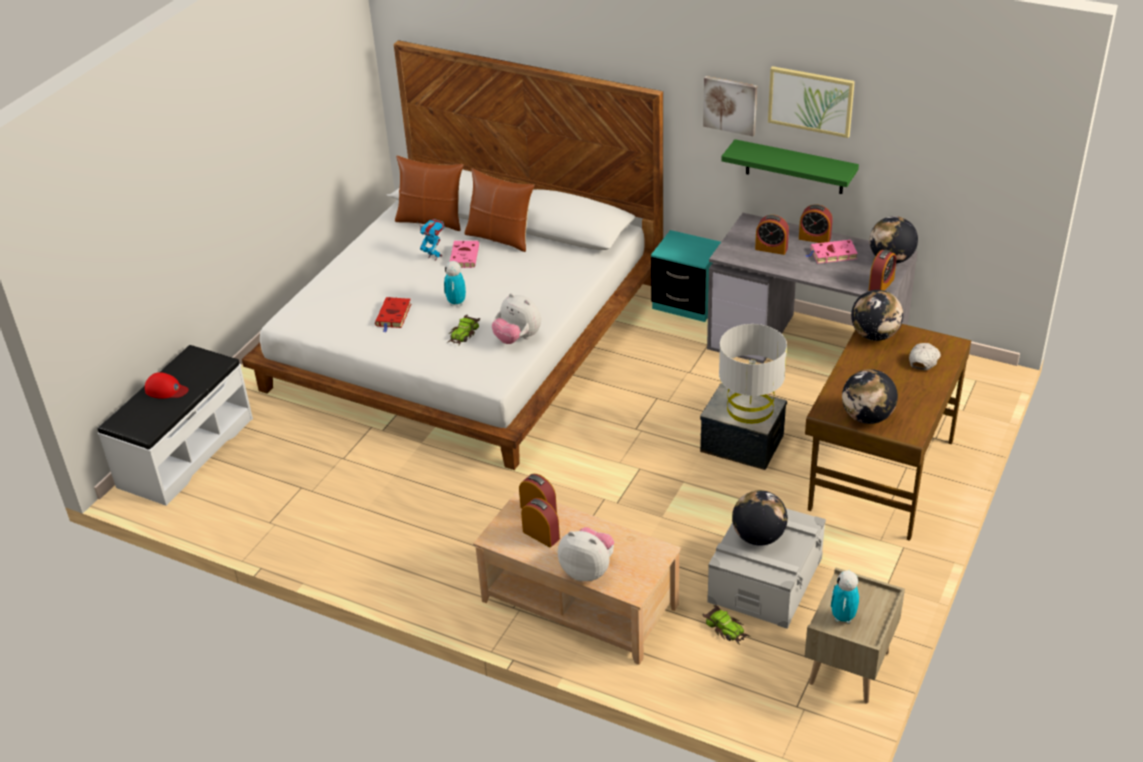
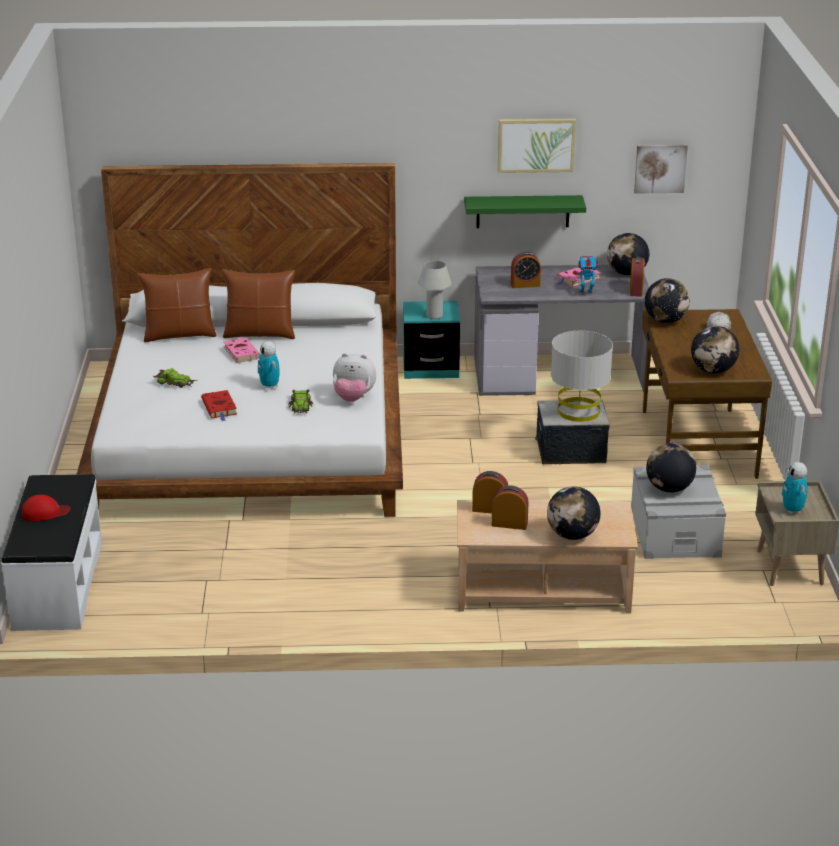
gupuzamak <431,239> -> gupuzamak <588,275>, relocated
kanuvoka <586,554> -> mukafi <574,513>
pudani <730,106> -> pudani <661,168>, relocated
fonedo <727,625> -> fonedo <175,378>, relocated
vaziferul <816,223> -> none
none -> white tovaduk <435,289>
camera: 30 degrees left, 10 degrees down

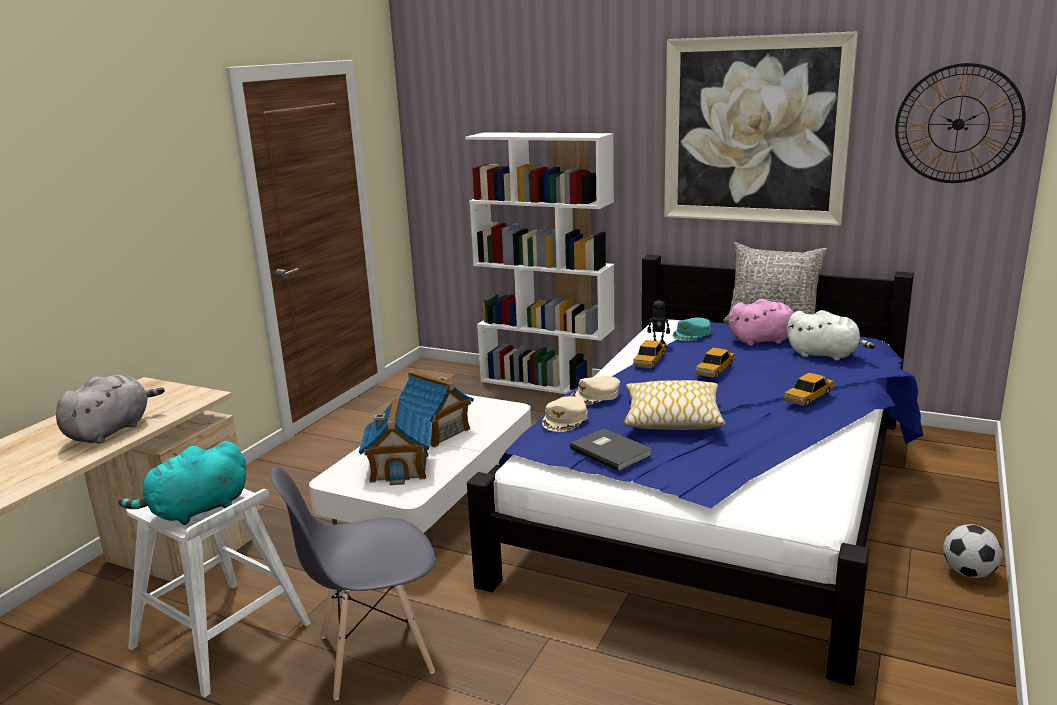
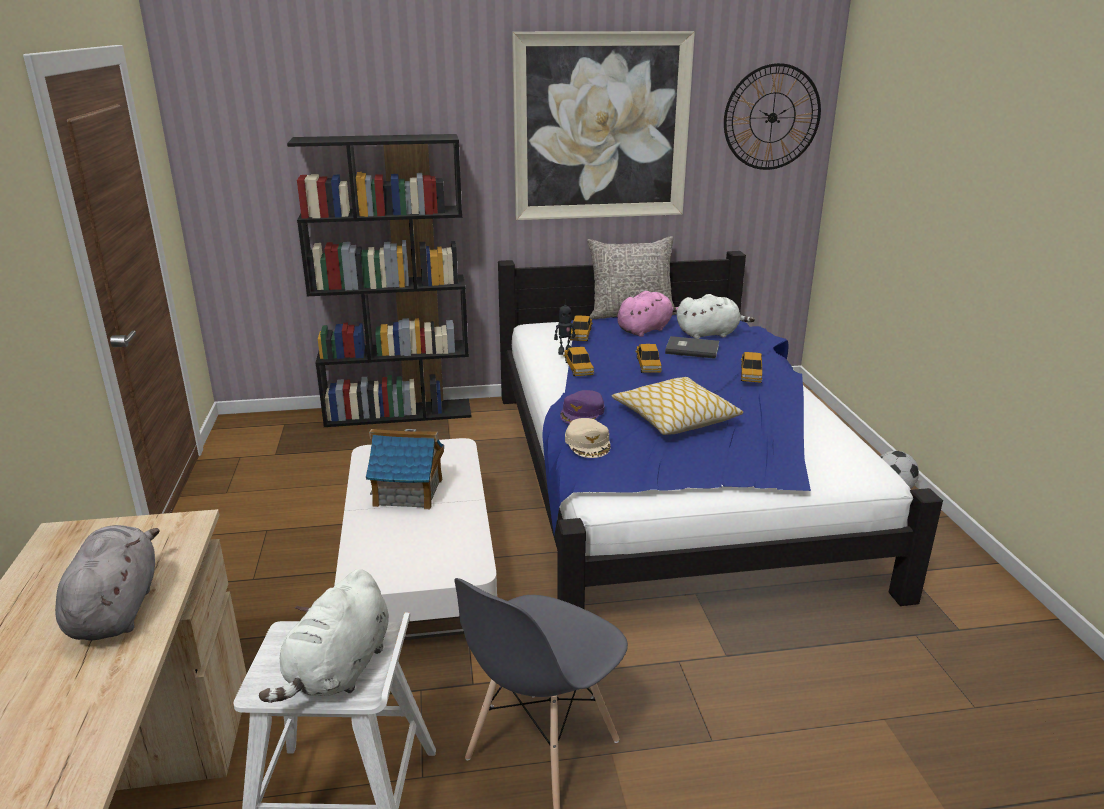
turquoise kanuvoka <182,483> -> white kanuvoka <324,636>
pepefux <395,441> -> none
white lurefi <540,263> -> black lurefi <379,280>
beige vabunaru <595,390> -> purple vabunaru <582,407>
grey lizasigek <611,449> -> grey lizasigek <692,347>, relocated
turquoise vabunaru <691,329> -> fonedo <581,328>
camera: 35 degrees left, 5 degrees up

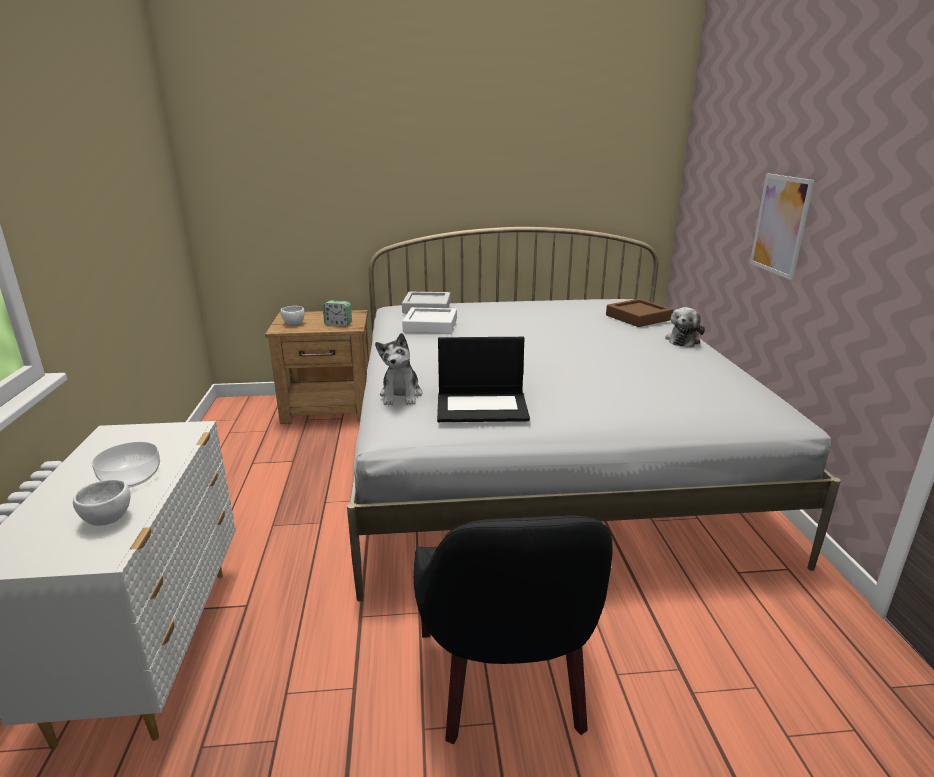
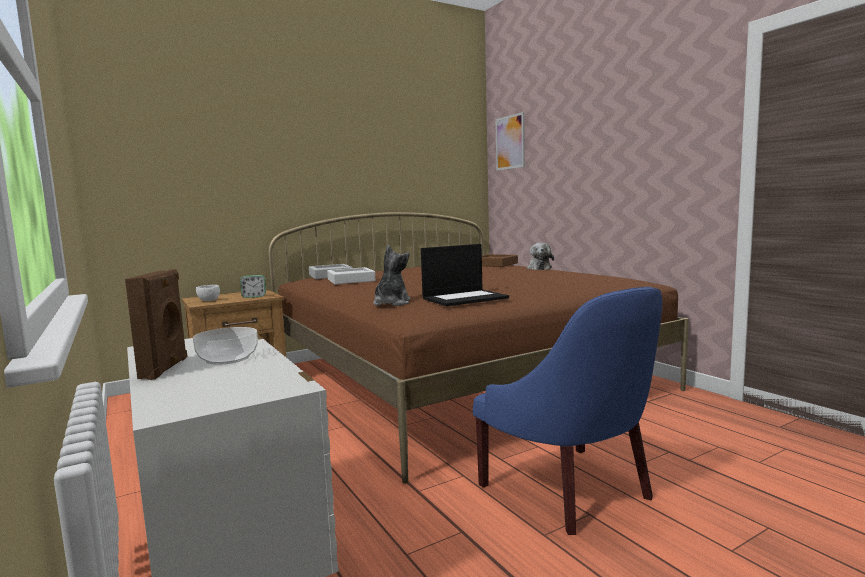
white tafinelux <101,502> -> none
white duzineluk <594,414> -> brown duzineluk <478,347>
kanuvoka <399,369> -> kanuvoka <392,275>, 135 degrees counterclockwise
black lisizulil <513,629> -> blue lisizulil <567,411>
pudani <782,227> -> pudani <510,141>, relocated
none -> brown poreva <156,324>
camera: 25 degrees left, 15 degrees down

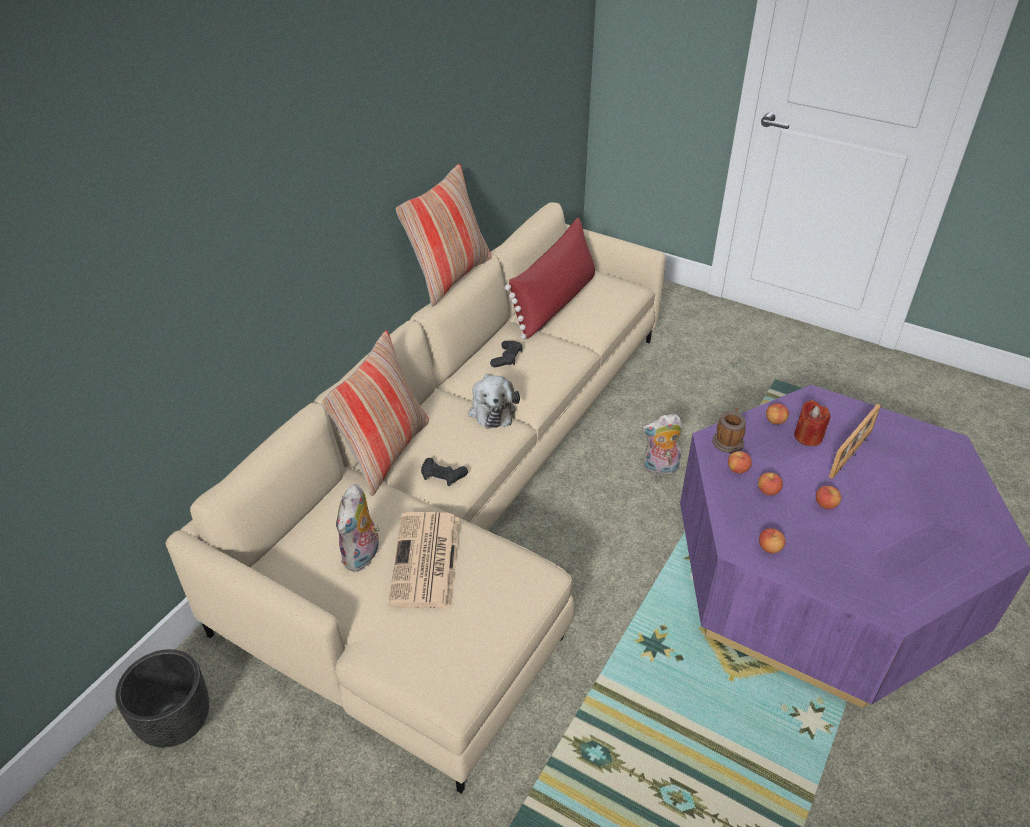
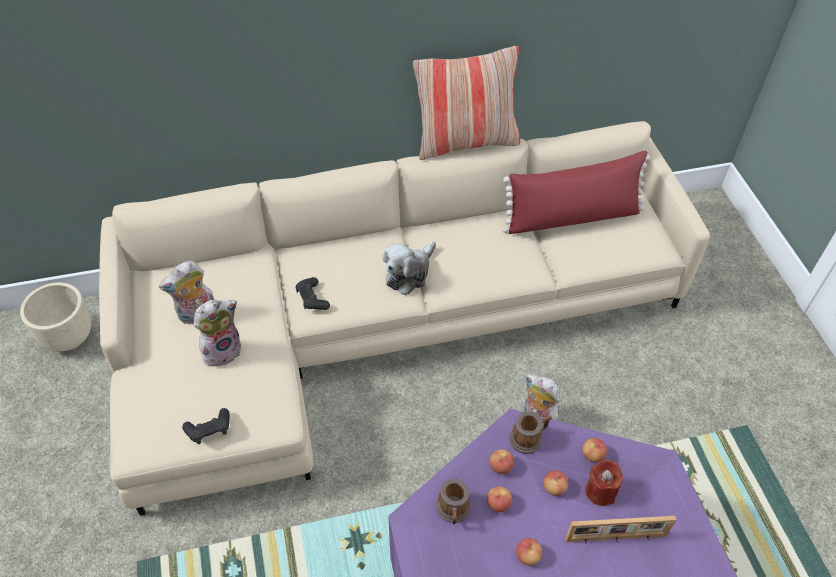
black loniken <162,698> -> beige loniken <55,317>
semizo <375,413> -> none
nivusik <423,560> -> kanuvoka <217,333>
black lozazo <506,354> -> black lozazo <206,426>, relocated
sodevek <772,540> -> sodevek <556,483>, relocated
none -> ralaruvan <453,501>
camera: 45 degrees right, 10 degrees up

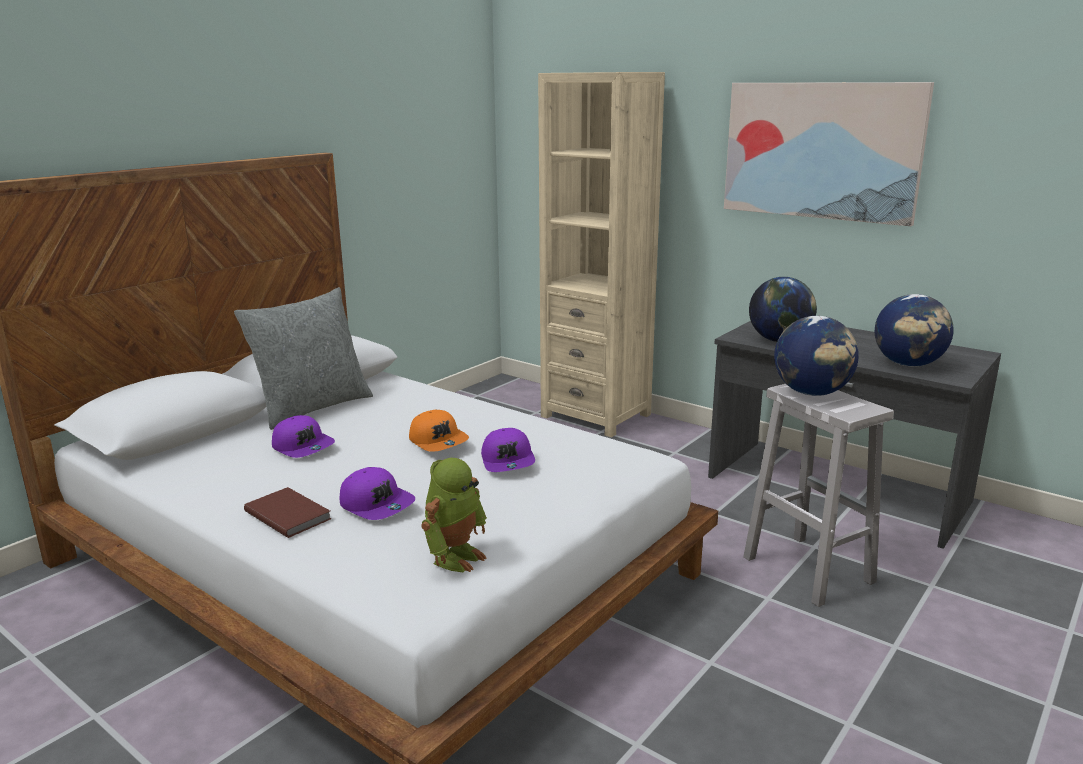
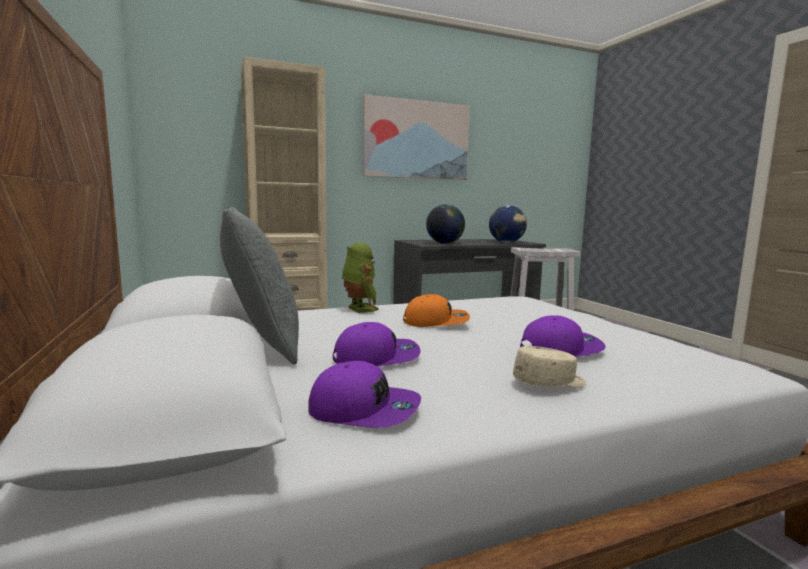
brown lizasigek <287,512> -> beige vabunaru <549,367>
gupuzamak <454,515> -> gupuzamak <360,277>, relocated
purple vabunaru <508,450> -> purple vabunaru <364,394>, relocated
mukafi <816,356> -> none
camera: 60 degrees left, 10 degrees down

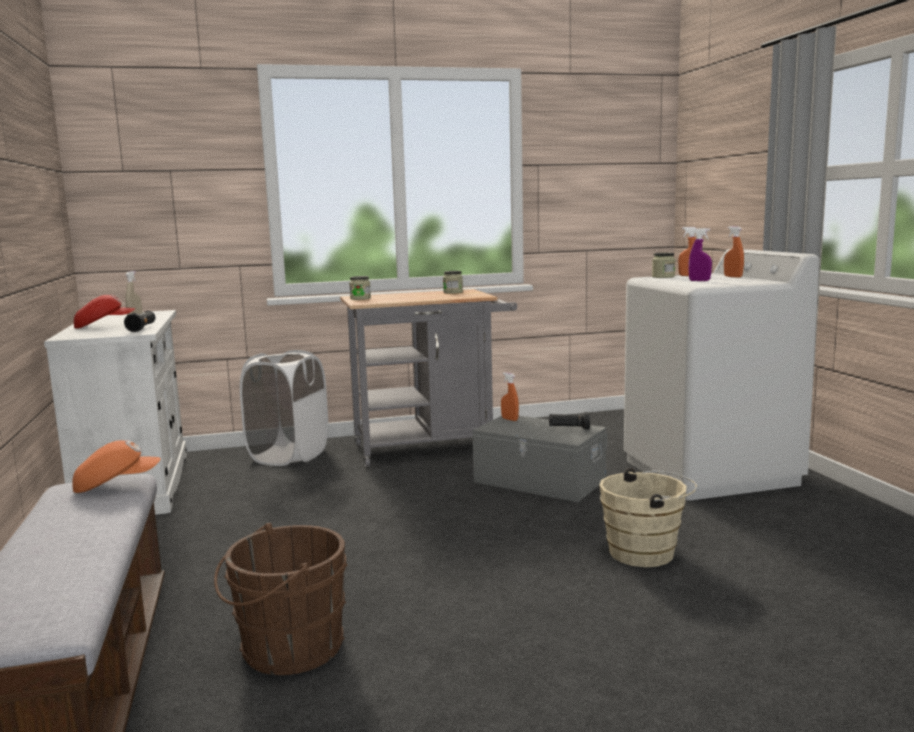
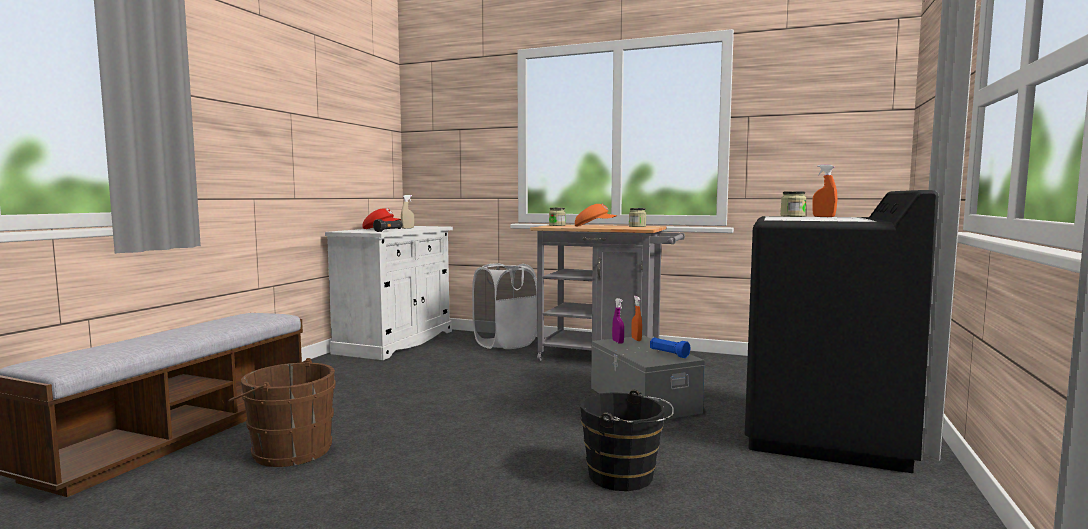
orange vabunaru <116,466> -> orange vabunaru <596,215>, relocated
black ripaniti <569,420> -> blue ripaniti <670,347>
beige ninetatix <648,517> -> black ninetatix <627,440>
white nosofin <721,375> -> black nosofin <842,331>
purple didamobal <700,254> -> purple didamobal <618,320>, relocated
orange didamobal <734,252> -> none
camera: 35 degrees right, 5 degrees down

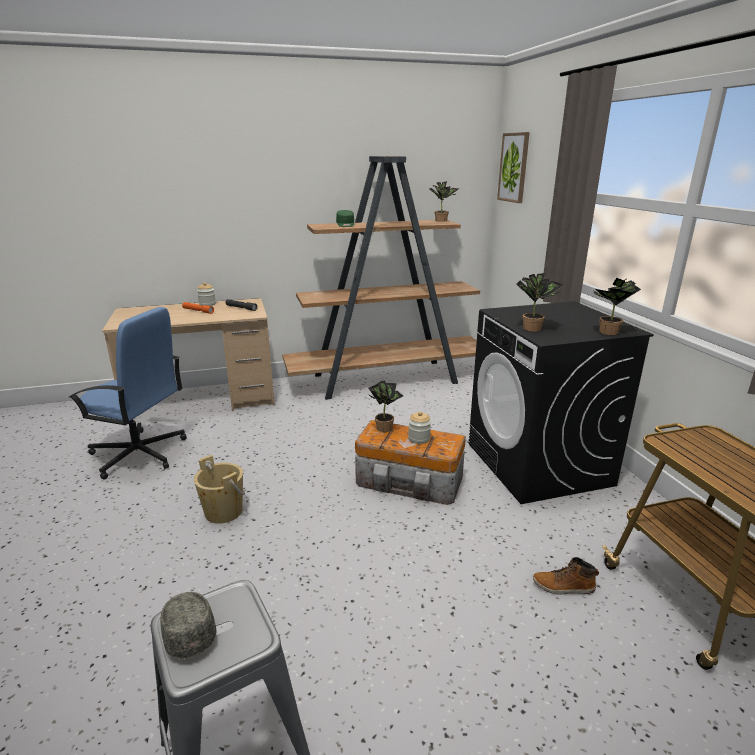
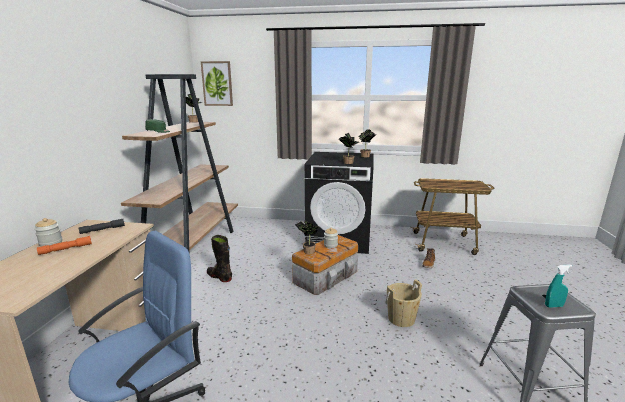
grey vabunaru <188,625> -> turquoise didamobal <558,286>
beige ninetatix <219,489> -> beige ninetatix <403,303>, relocated
none -> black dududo <219,258>
camera: 65 degrees left, 5 degrees down

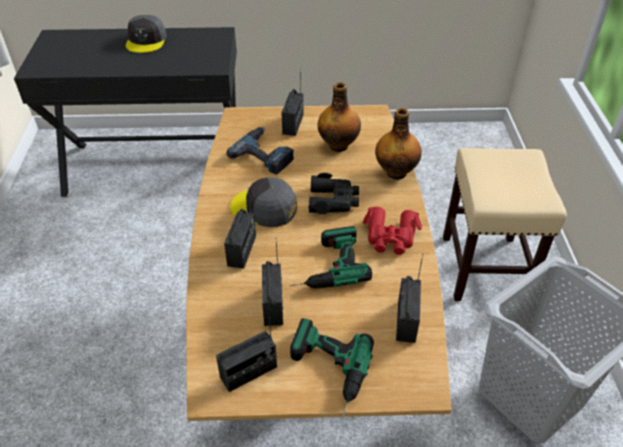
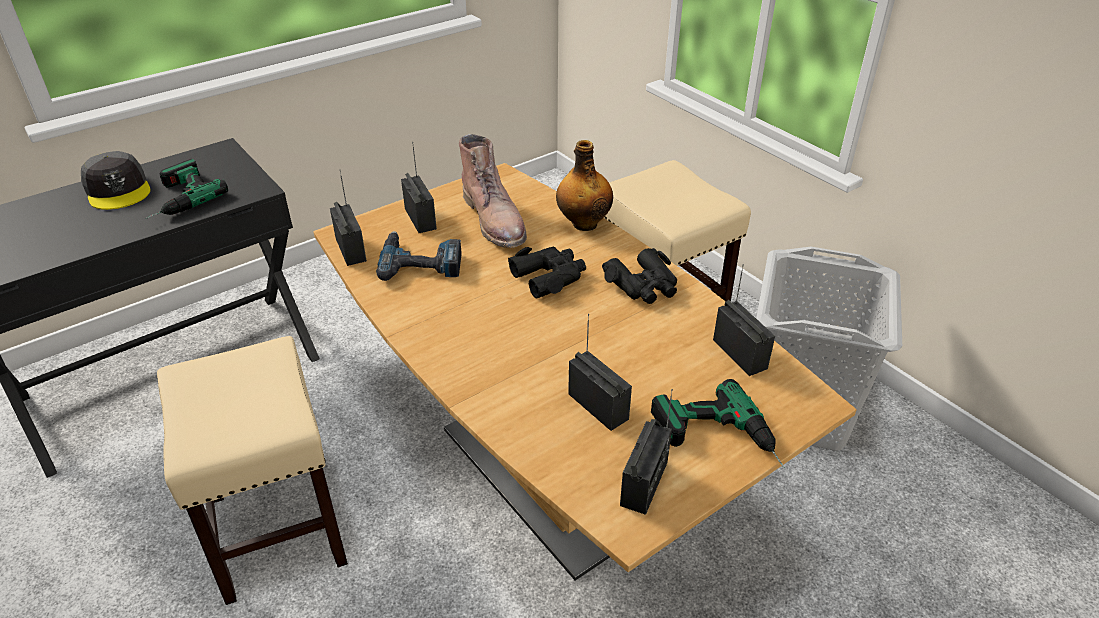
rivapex <240,228> -> rivapex <348,218>, relocated
grey vabunaru <263,202> -> none
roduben <331,257> -> roduben <187,189>, relocated
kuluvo <339,117> -> brown dududo <493,191>
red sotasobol <392,231> -> black sotasobol <639,276>
none -> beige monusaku <252,470>
camera: 35 degrees left, 5 degrees down

